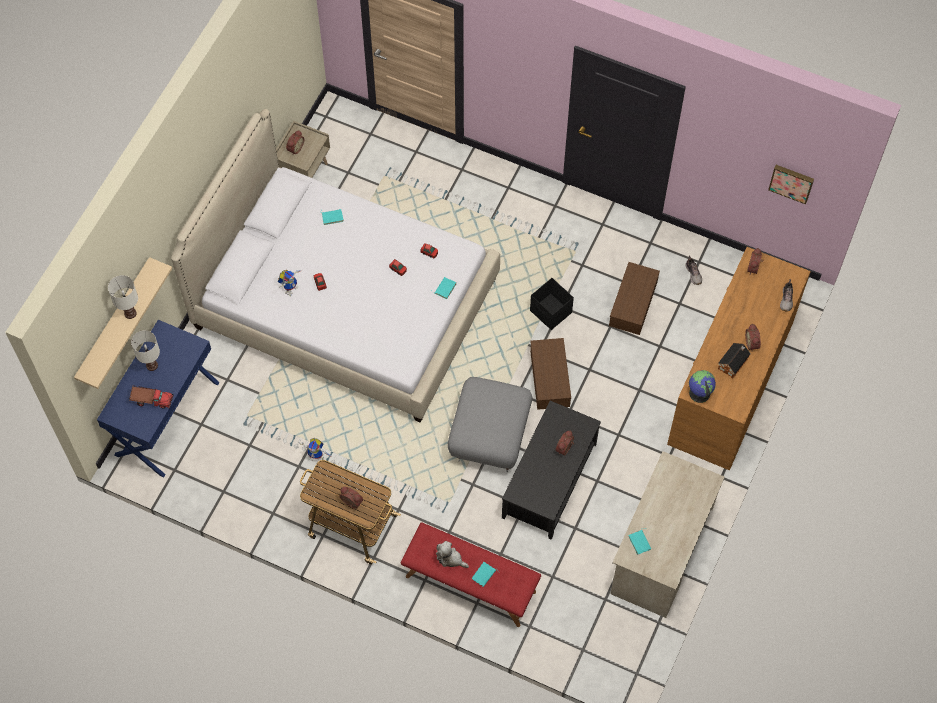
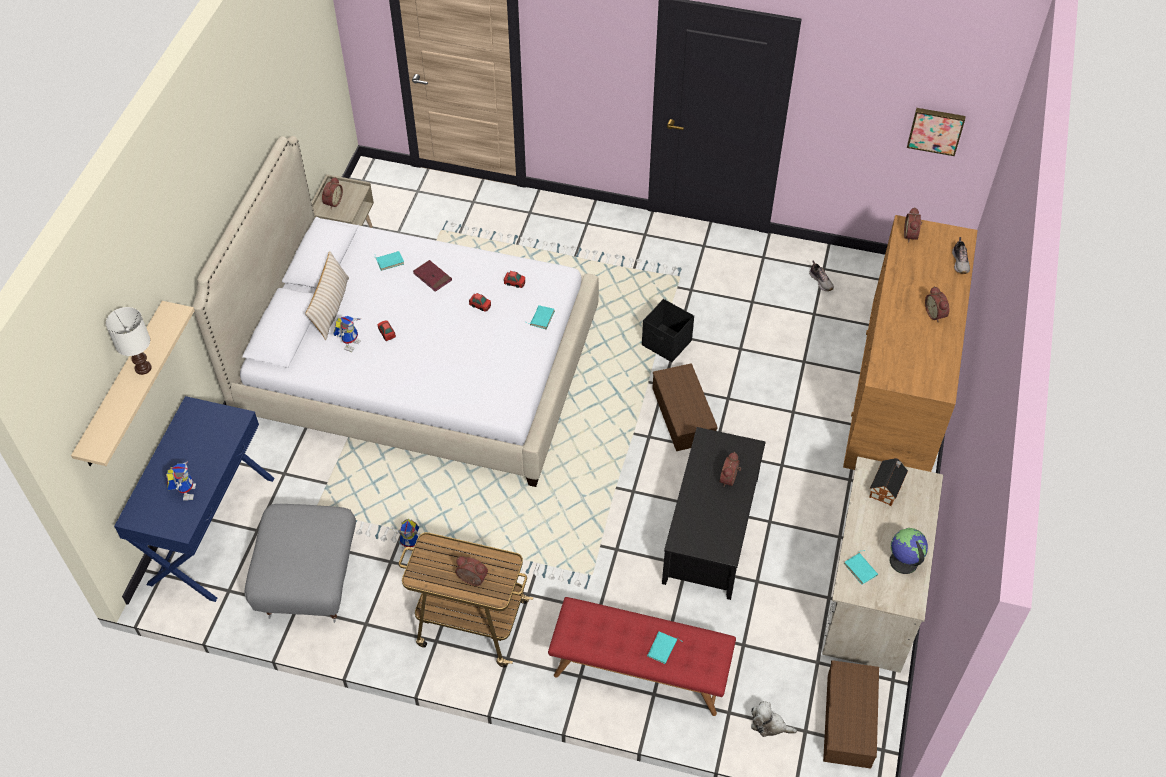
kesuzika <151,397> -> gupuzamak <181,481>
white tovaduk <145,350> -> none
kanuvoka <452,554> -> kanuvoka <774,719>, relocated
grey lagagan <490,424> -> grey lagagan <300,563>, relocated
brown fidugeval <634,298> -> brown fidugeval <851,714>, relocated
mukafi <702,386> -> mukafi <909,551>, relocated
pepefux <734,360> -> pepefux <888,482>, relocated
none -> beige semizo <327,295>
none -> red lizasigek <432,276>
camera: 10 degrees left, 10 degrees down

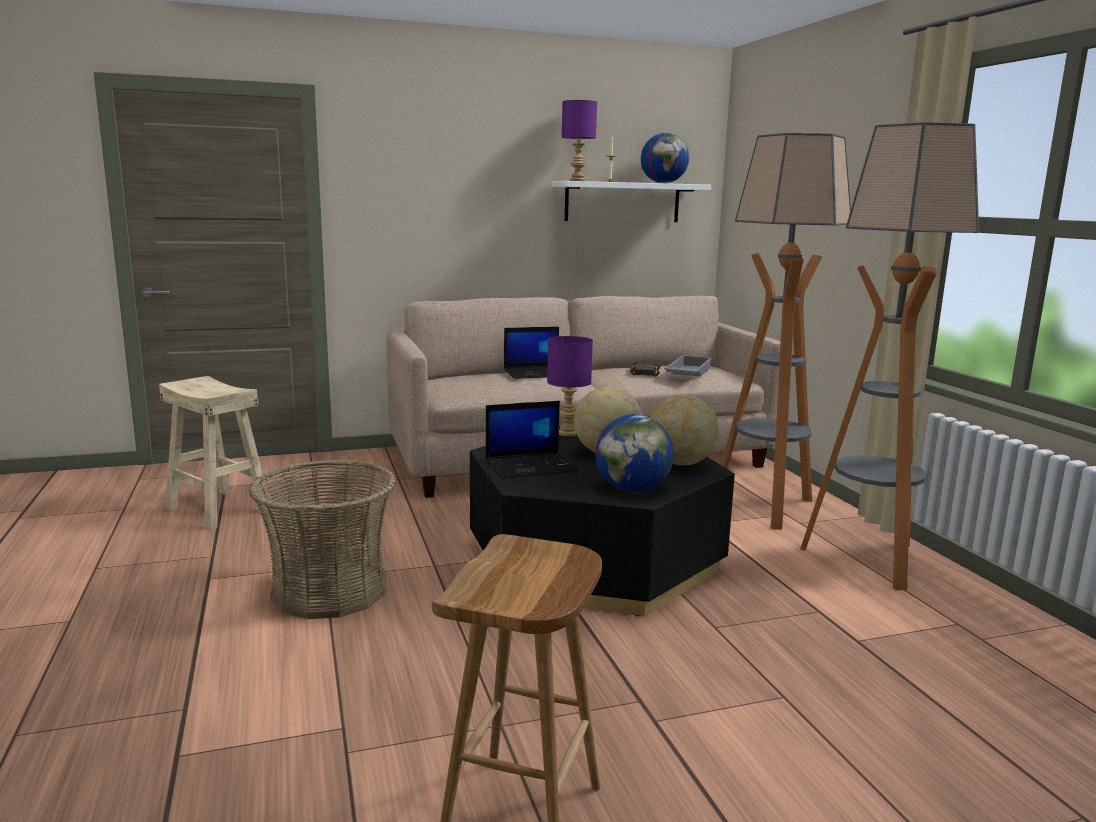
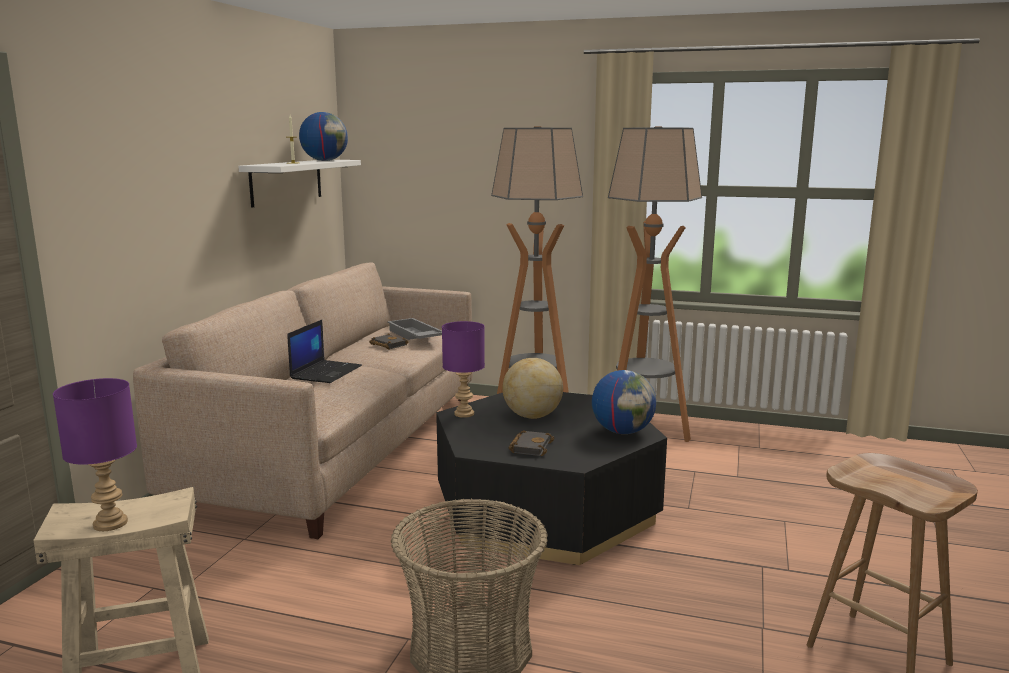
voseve <531,440> -> black lizasigek <532,443>
purple tovaduk <579,140> -> purple tovaduk <95,454>, relocated
mukafi <684,430> -> none
camera: 55 degrees left, 0 degrees up

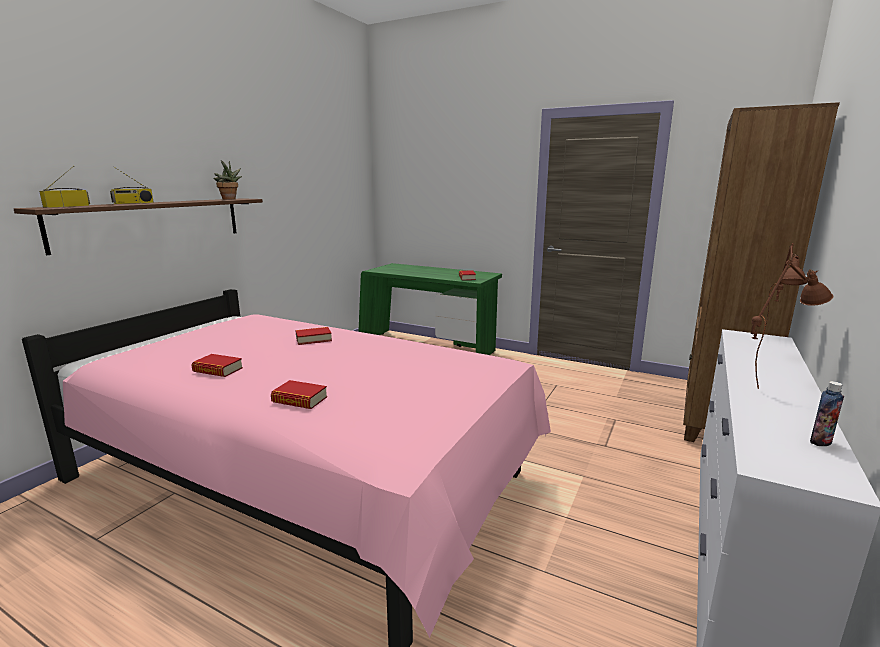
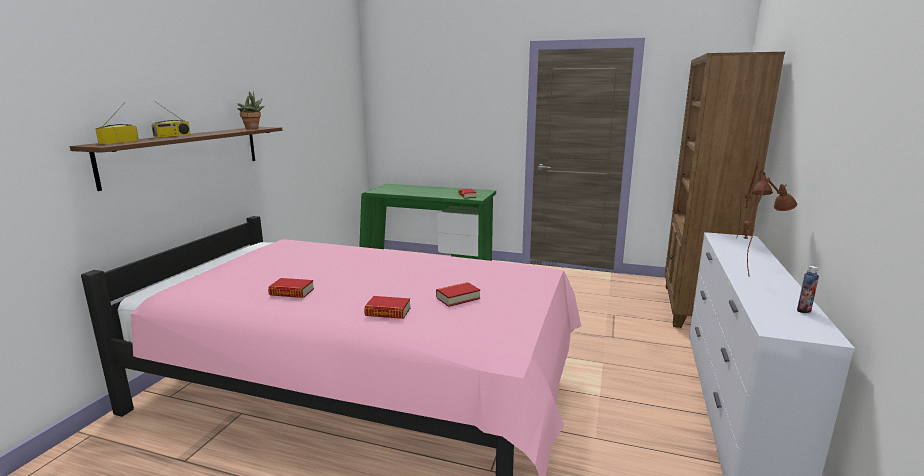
lizasigek <314,336> -> lizasigek <458,294>, relocated
camera: 10 degrees left, 0 degrees up

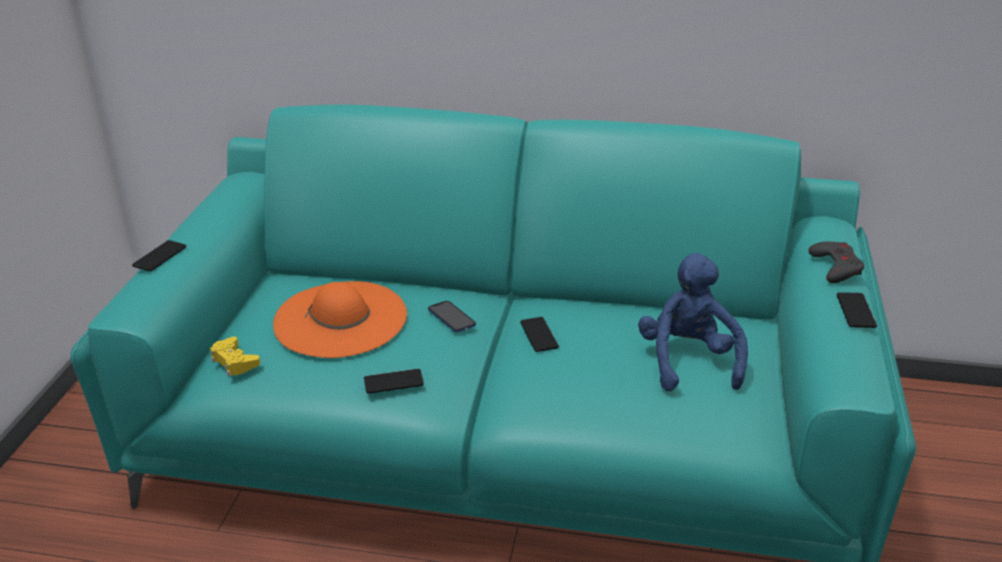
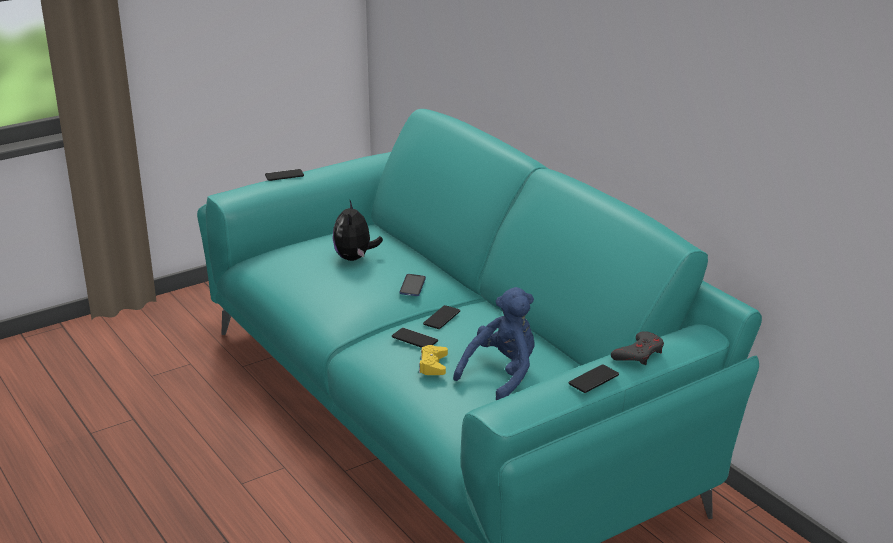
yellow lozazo <235,357> -> yellow lozazo <433,360>, relocated
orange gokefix <340,319> -> kanuvoka <357,231>
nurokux <394,381> -> nurokux <415,338>, relocated
camera: 45 degrees right, 5 degrees down

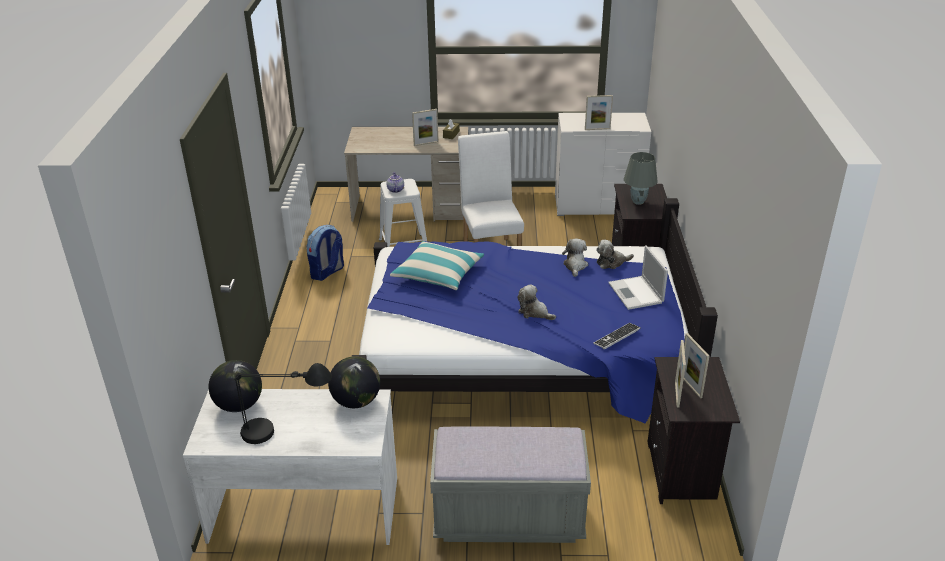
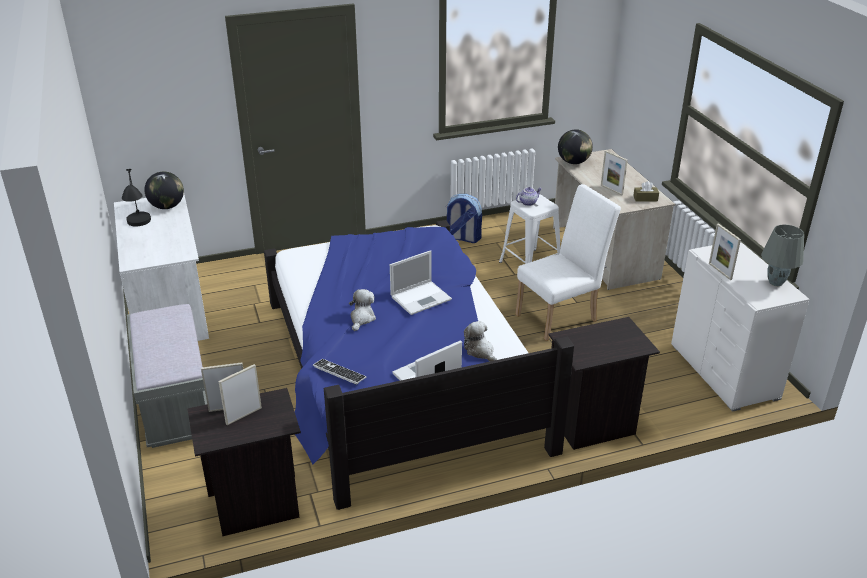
mukafi <354,382> -> mukafi <575,146>, relocated
semizo <437,265> -> none
kanuvoka <575,257> -> none
grey tovaduk <640,178> -> grey tovaduk <782,255>, relocated
none -> voseve <421,282>
camera: 70 degrees right, 0 degrees up

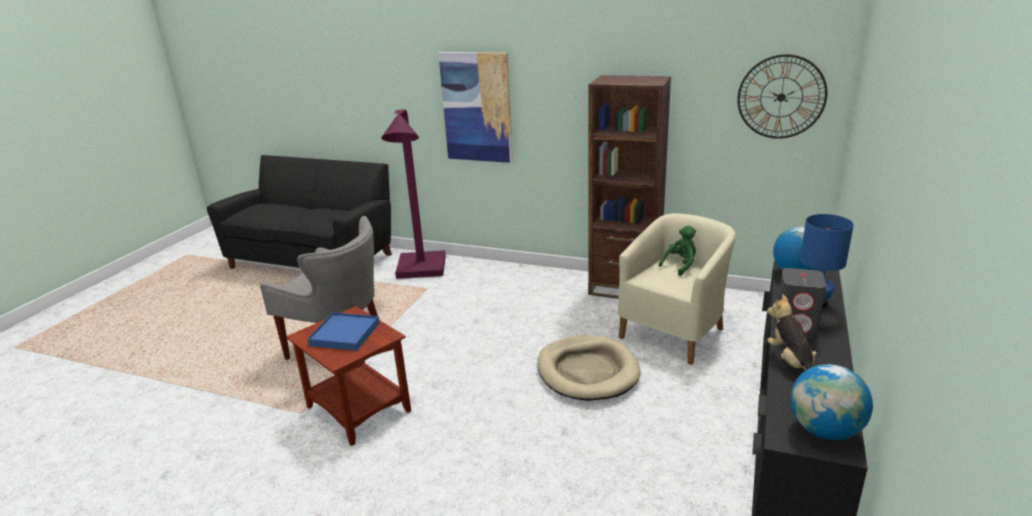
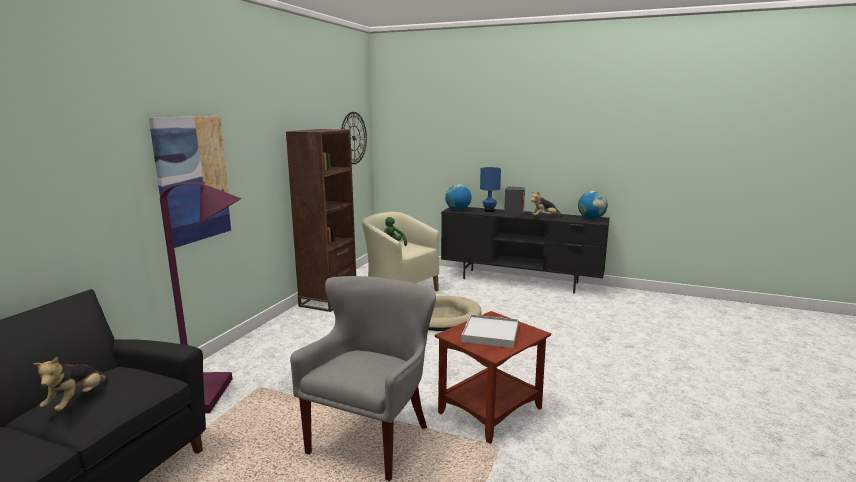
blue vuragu <343,331> -> white vuragu <490,331>
none -> kanuvoka <70,384>
camera: 90 degrees left, 10 degrees down

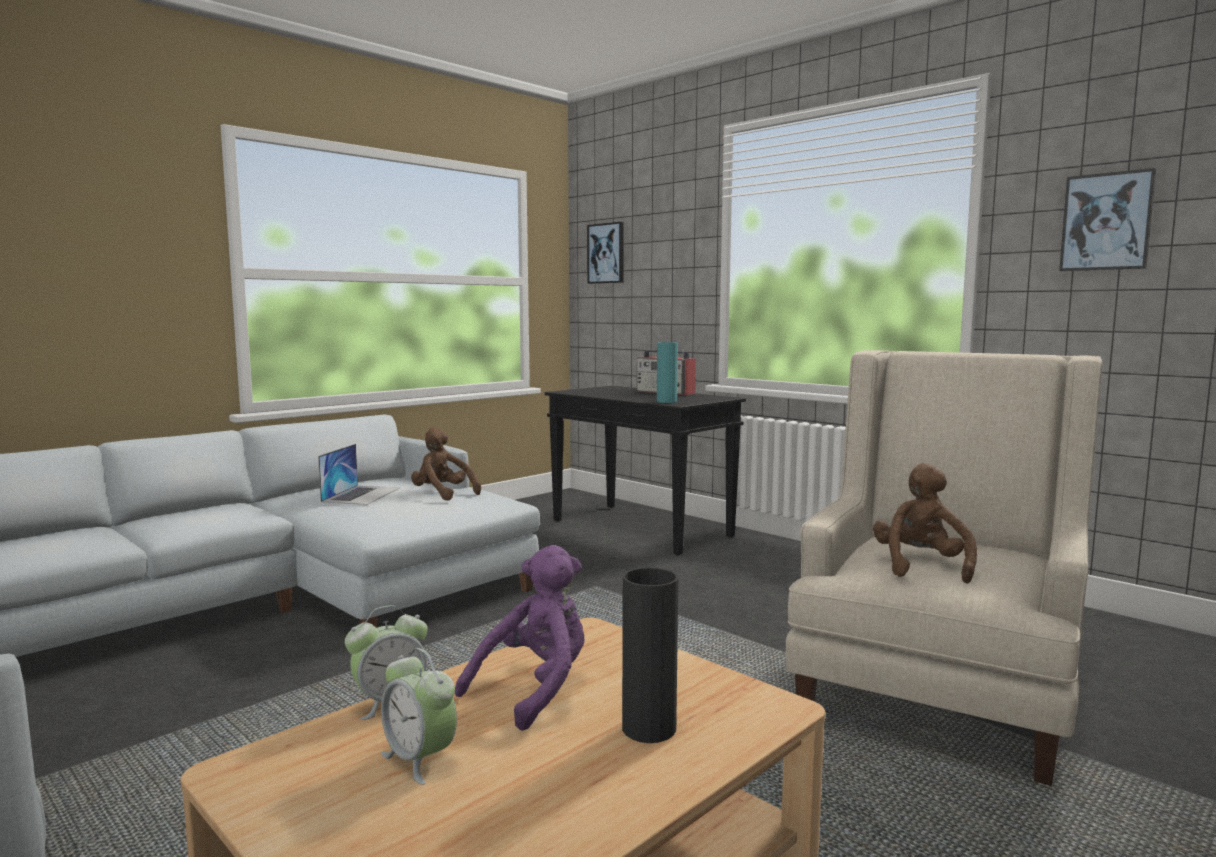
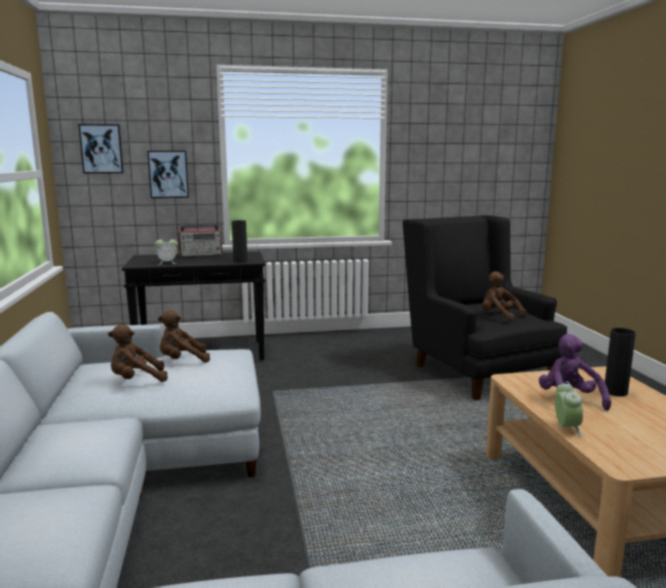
voseve <359,474> -> brown kanuvoka <138,353>
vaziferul <419,716> -> vaziferul <166,251>, relocated
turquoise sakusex <667,372> -> black sakusex <239,241>
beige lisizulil <944,568> -> black lisizulil <485,307>
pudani <1107,219> -> pudani <168,174>, relocated
camera: 55 degrees left, 5 degrees up

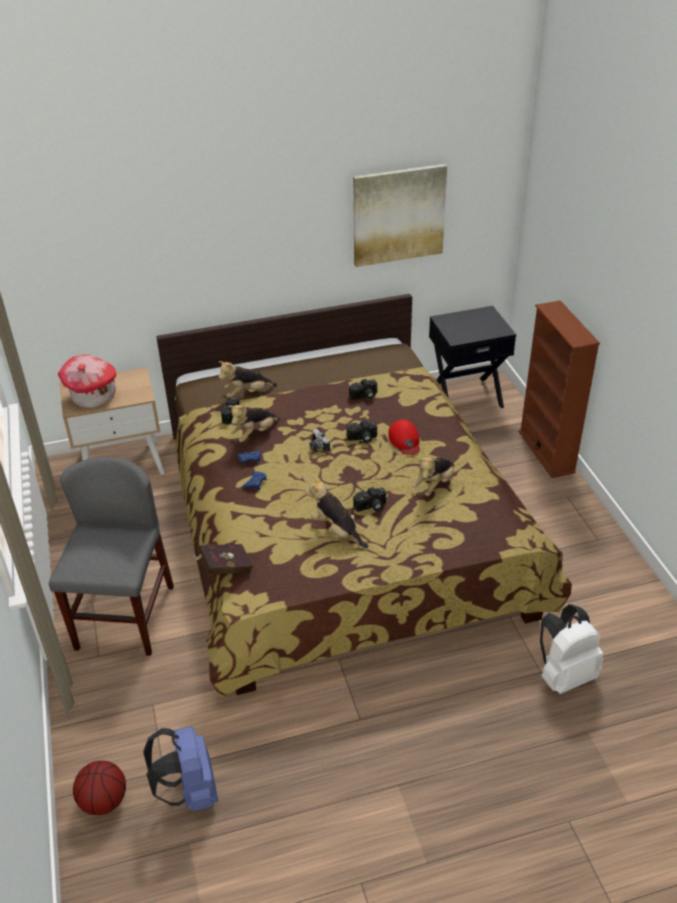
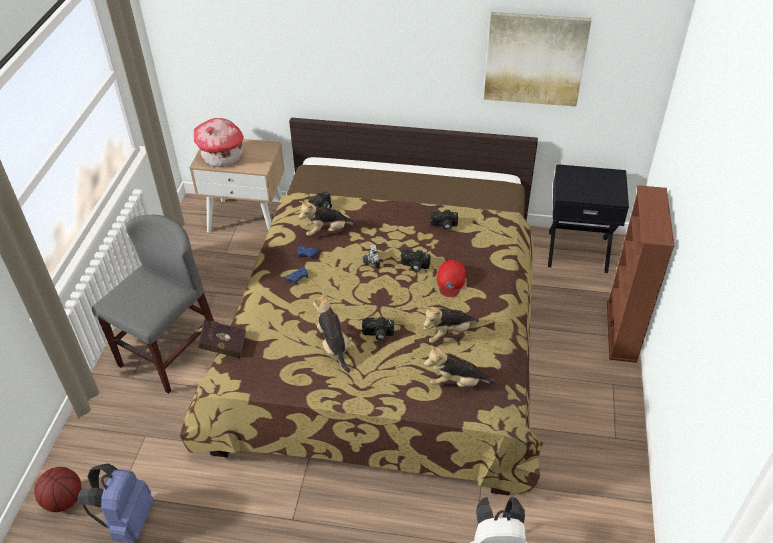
kanuvoka <247,379> -> kanuvoka <460,366>, relocated
camera: 25 degrees right, 5 degrees up

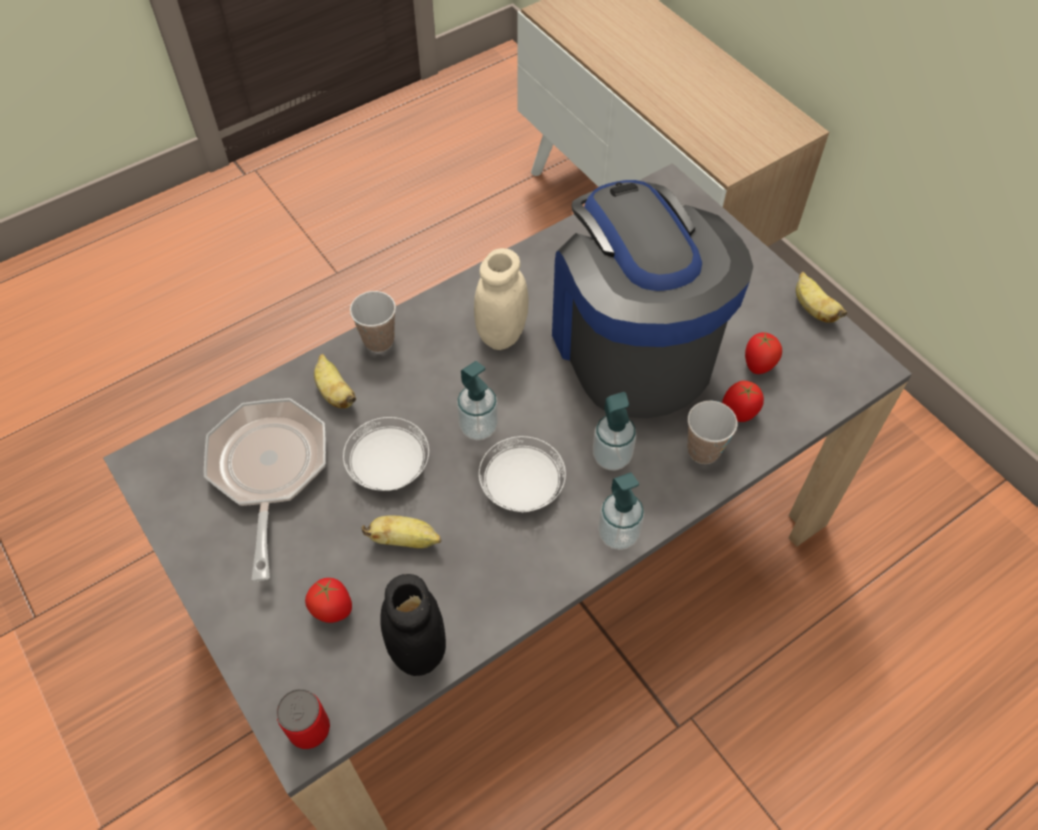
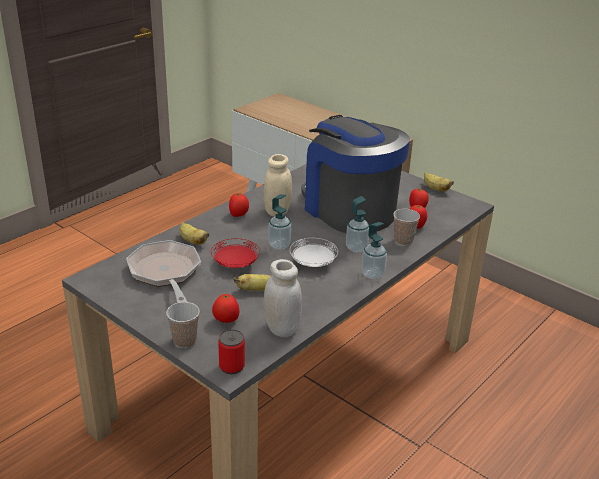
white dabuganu <386,454> -> red dabuganu <235,253>
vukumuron <373,321> -> vukumuron <183,325>, relocated
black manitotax <413,625> -> white manitotax <283,298>
none -> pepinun <239,205>
camera: 15 degrees left, 25 degrees down

